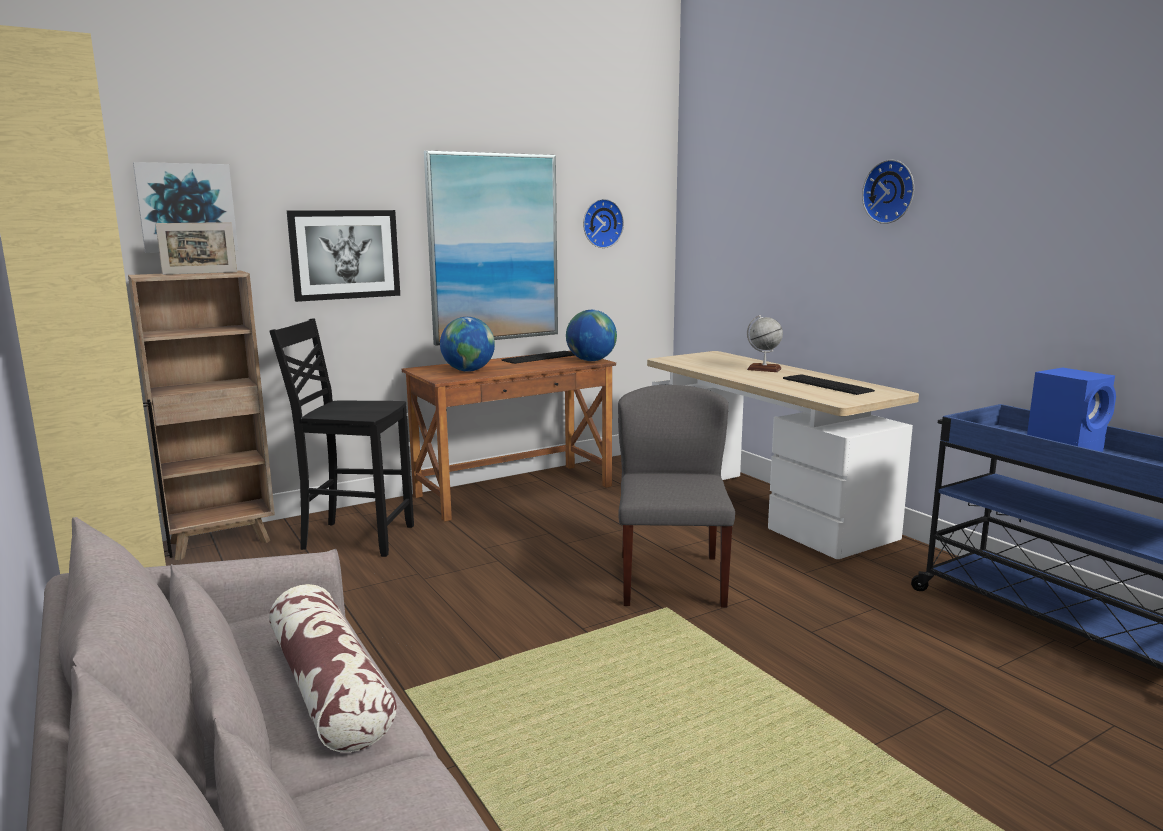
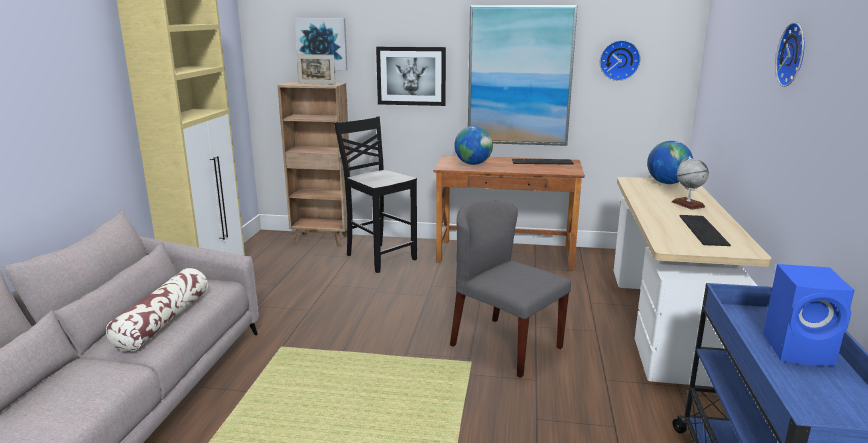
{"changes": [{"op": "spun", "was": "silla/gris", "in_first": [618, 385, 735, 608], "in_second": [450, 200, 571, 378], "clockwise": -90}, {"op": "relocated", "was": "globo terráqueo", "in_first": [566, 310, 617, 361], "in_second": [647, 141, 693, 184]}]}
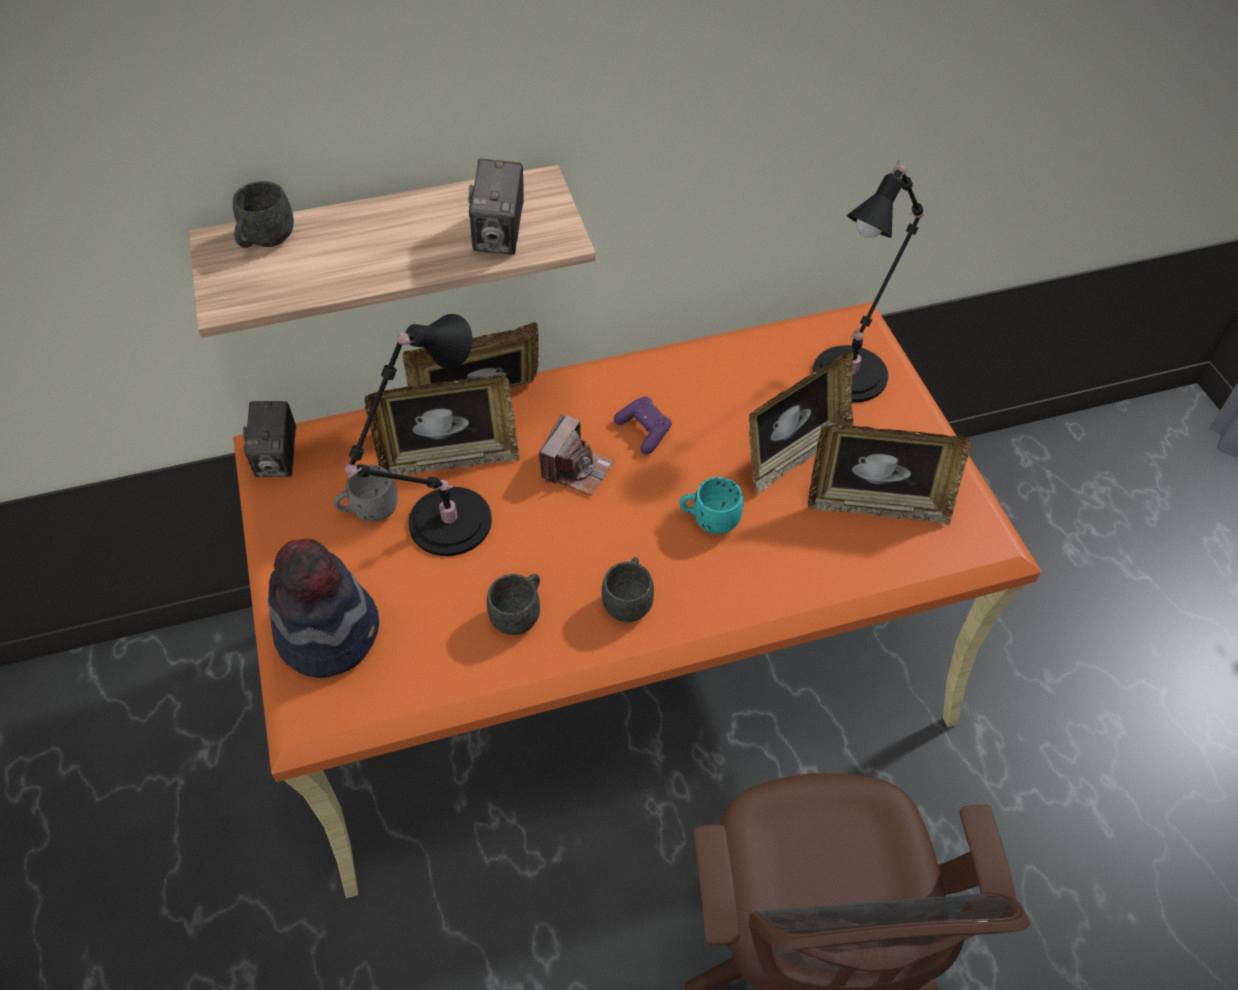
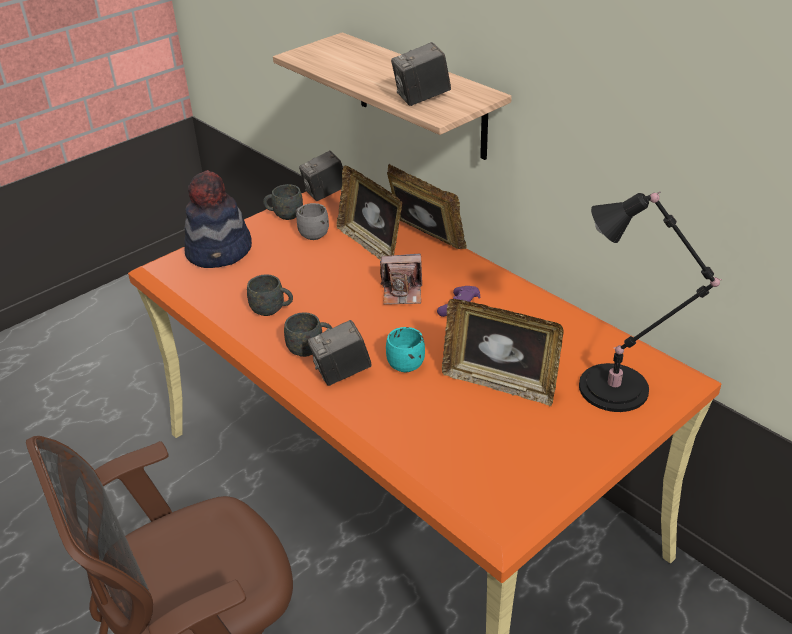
{"changes": [{"op": "relocated", "was": "taza grande/gris", "in_first": [232, 181, 294, 248], "in_second": [263, 184, 303, 220]}, {"op": "appeared", "now": "cámara", "in_second": [308, 320, 372, 386]}, {"op": "missing", "was": "lámpara de mesa/negro", "in_first": [345, 314, 492, 556]}, {"op": "missing", "was": "portarretratos", "in_first": [808, 425, 972, 525]}]}
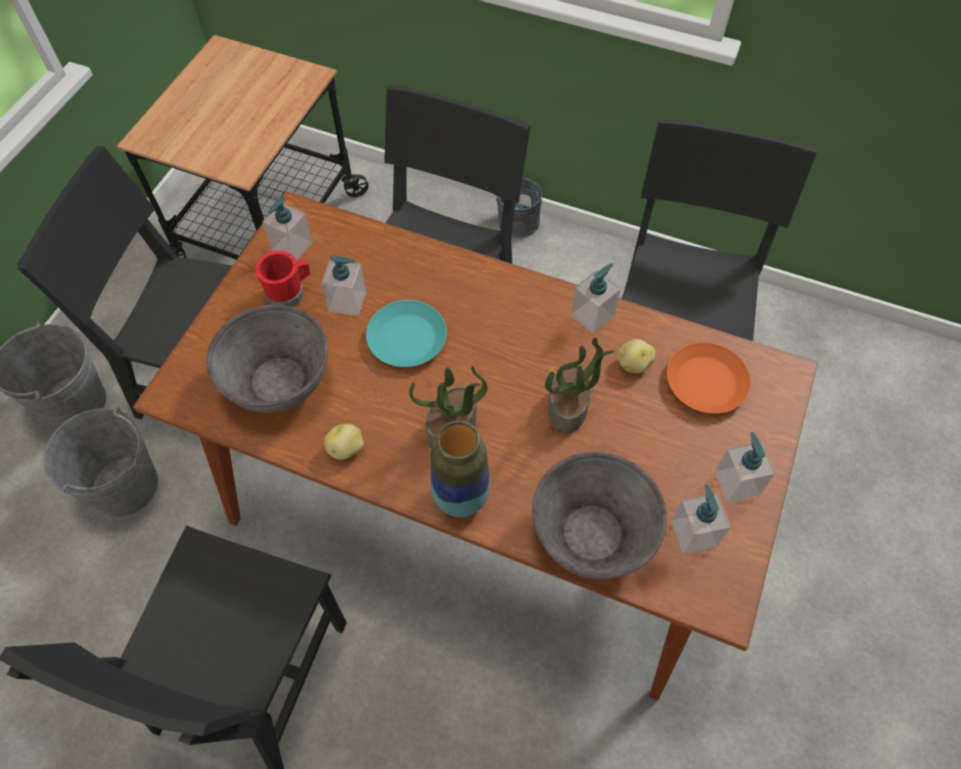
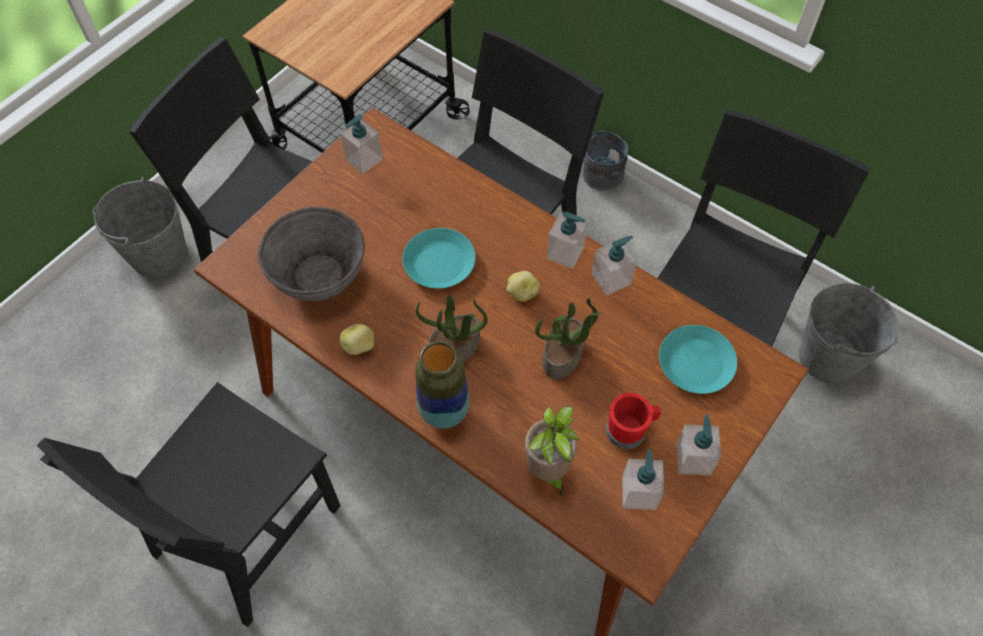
{"changes": [{"op": "relocated", "was": "patata", "in_first": [618, 339, 655, 373], "in_second": [507, 271, 540, 302]}, {"op": "exchanged", "was": "cuenco/gris", "now": "planta en maceta", "in_first": [532, 452, 667, 579], "in_second": [525, 406, 579, 495]}, {"op": "relocated", "was": "dispensador de jabón", "in_first": [321, 255, 366, 316], "in_second": [547, 211, 588, 269]}, {"op": "relocated", "was": "taza grande/rojo", "in_first": [255, 251, 310, 307], "in_second": [606, 393, 661, 449]}, {"op": "colour", "was": "plato/naranja", "now": "plato/turquesa", "in_first": [667, 342, 751, 414], "in_second": [659, 325, 737, 394]}, {"op": "relocated", "was": "cubo/gris", "in_first": [43, 407, 158, 517], "in_second": [799, 283, 899, 384]}]}
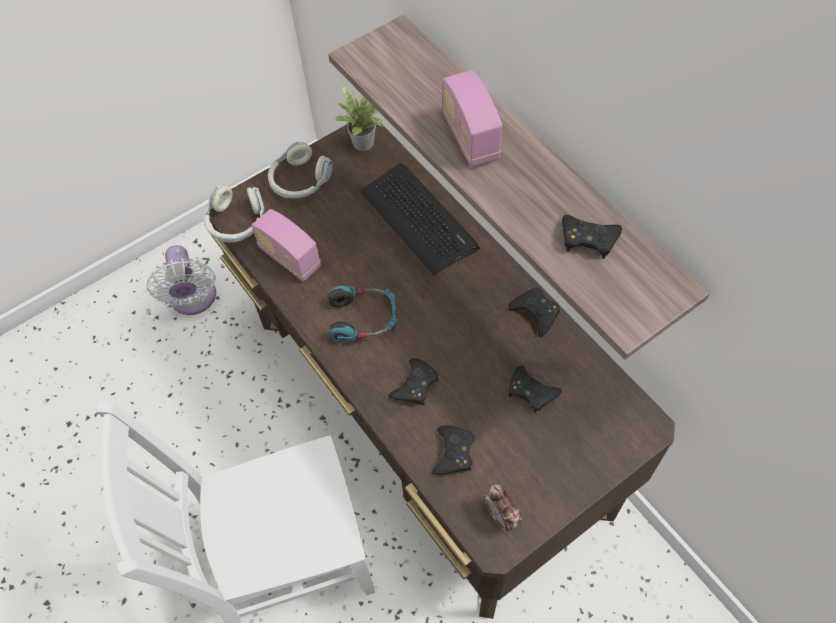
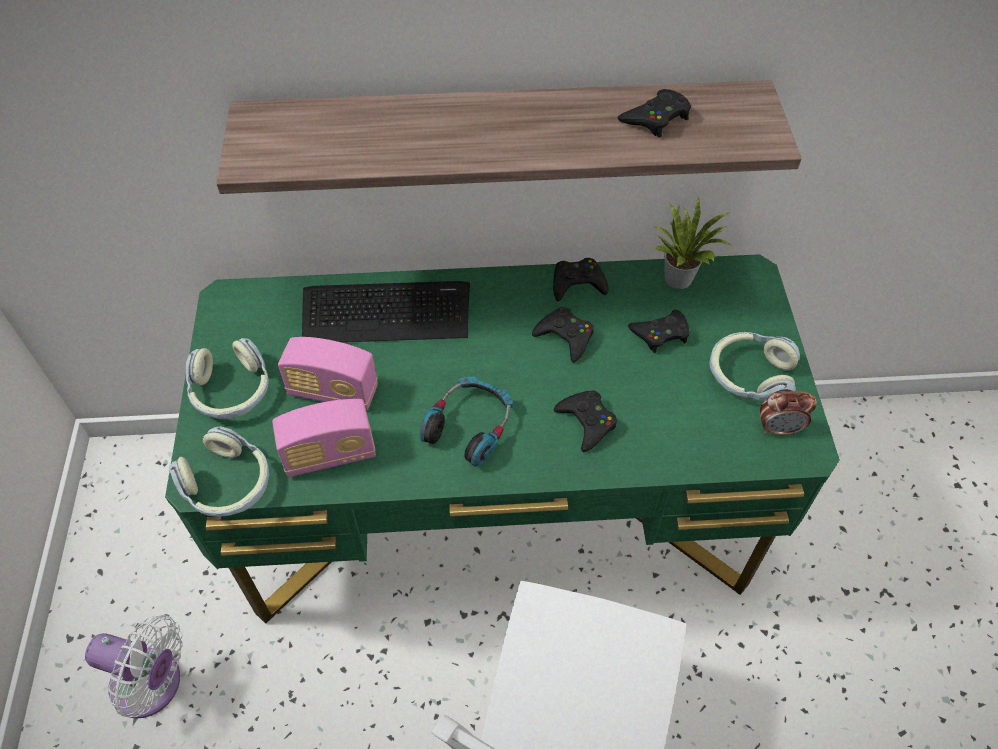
{"changes": [{"op": "colour", "was": "escritorio/marrón", "now": "escritorio/verde", "in_first": [209, 122, 675, 619], "in_second": [165, 254, 840, 623]}, {"op": "relocated", "was": "radio", "in_first": [442, 70, 502, 167], "in_second": [278, 337, 378, 411]}, {"op": "relocated", "was": "mando de consola/negro", "in_first": [432, 425, 475, 475], "in_second": [532, 307, 594, 363]}, {"op": "relocated", "was": "planta en maceta", "in_first": [334, 85, 385, 151], "in_second": [653, 196, 732, 289]}, {"op": "appeared", "now": "auriculares", "in_second": [710, 332, 800, 402]}]}
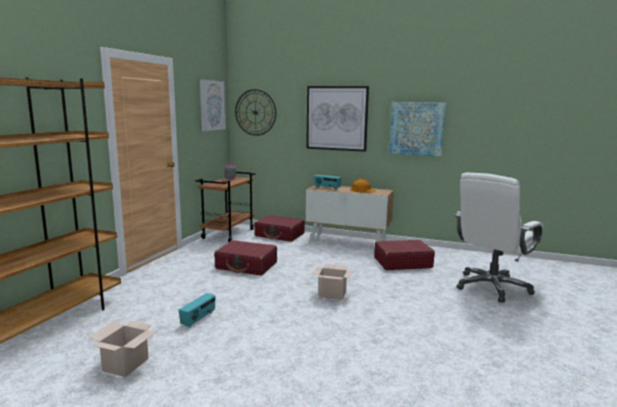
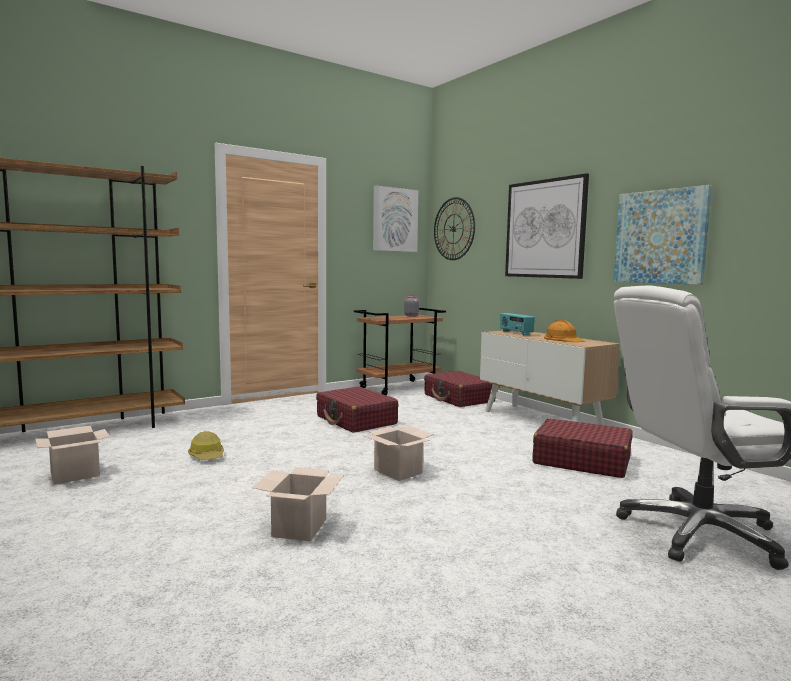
{"changes": [{"op": "exchanged", "was": "radio", "now": "casco", "in_first": [179, 293, 216, 328], "in_second": [188, 431, 224, 460]}, {"op": "appeared", "now": "caja de cartón", "in_second": [252, 467, 344, 542]}]}
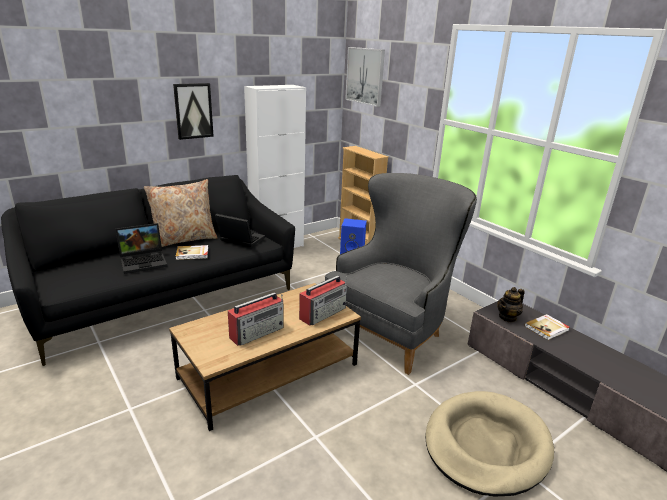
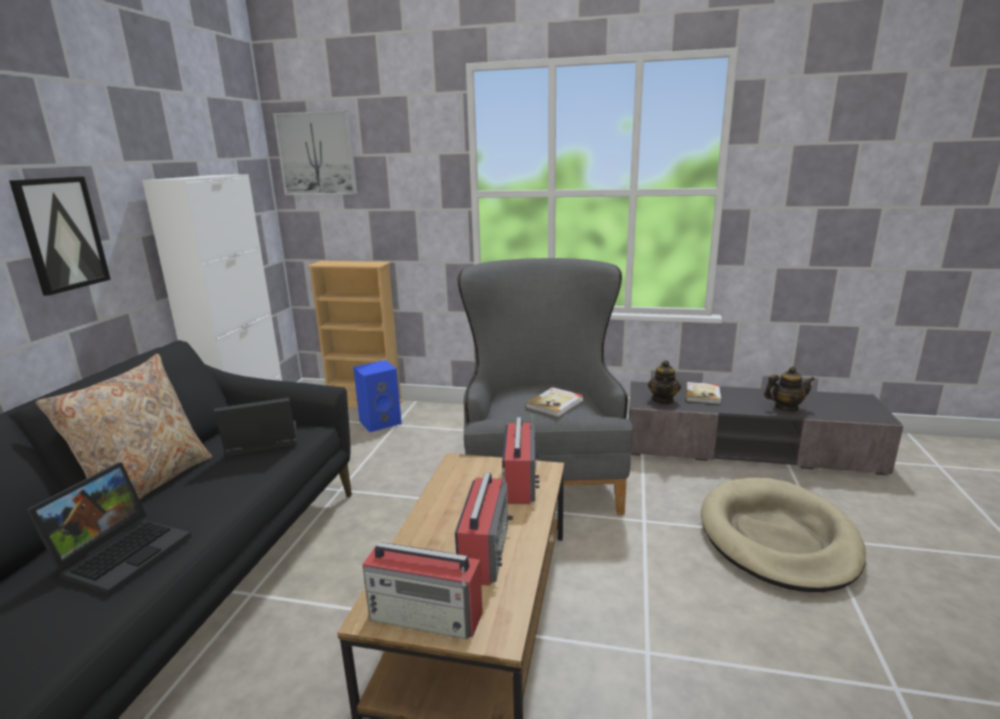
{"changes": [{"op": "appeared", "now": "radio", "in_second": [362, 542, 483, 639]}, {"op": "relocated", "was": "libro", "in_first": [175, 245, 208, 260], "in_second": [526, 387, 584, 417]}, {"op": "appeared", "now": "tetera", "in_second": [764, 367, 815, 412]}]}
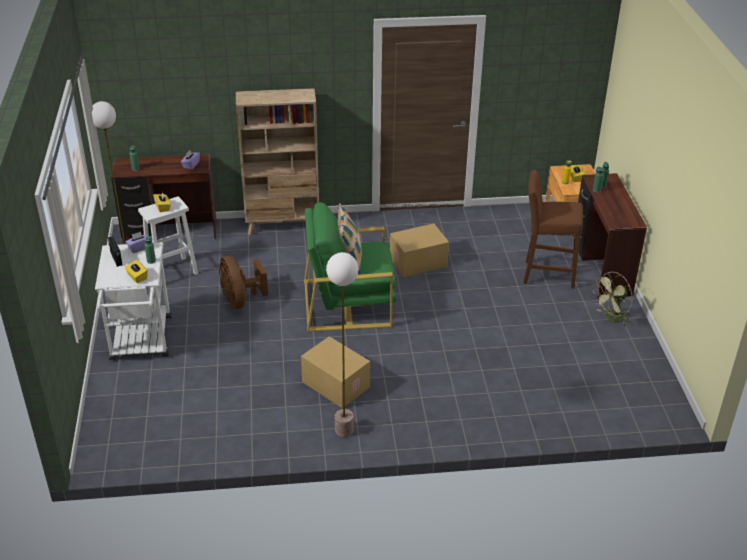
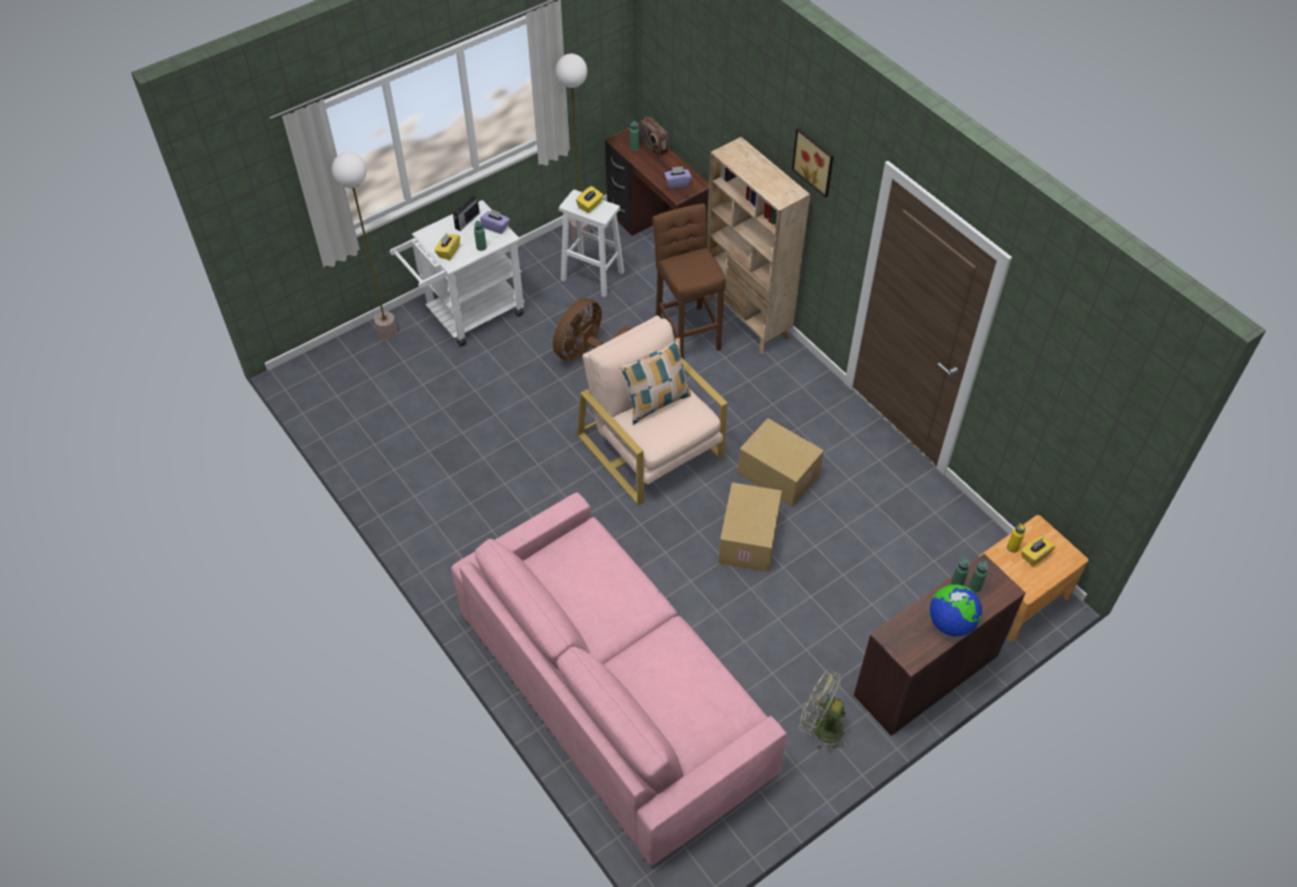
{"changes": [{"op": "relocated", "was": "lámpara de pie", "in_first": [326, 252, 358, 437], "in_second": [332, 152, 397, 340]}, {"op": "appeared", "now": "sofá/rosa", "in_second": [451, 492, 787, 866]}, {"op": "colour", "was": "sillón/verde", "now": "sillón/beis", "in_first": [304, 202, 396, 332], "in_second": [577, 315, 728, 506]}, {"op": "appeared", "now": "radio", "in_second": [639, 117, 668, 156]}, {"op": "relocated", "was": "taburete/marrón", "in_first": [523, 170, 583, 288], "in_second": [652, 203, 726, 358]}, {"op": "relocated", "was": "caja de cartón", "in_first": [301, 336, 370, 408], "in_second": [718, 482, 782, 572]}, {"op": "appeared", "now": "cuadro", "in_second": [792, 128, 834, 198]}, {"op": "appeared", "now": "globo terráqueo", "in_second": [929, 585, 982, 636]}]}
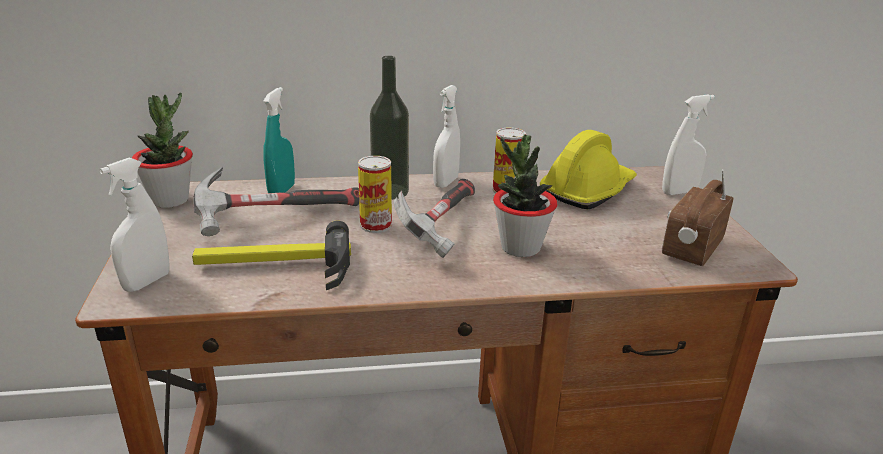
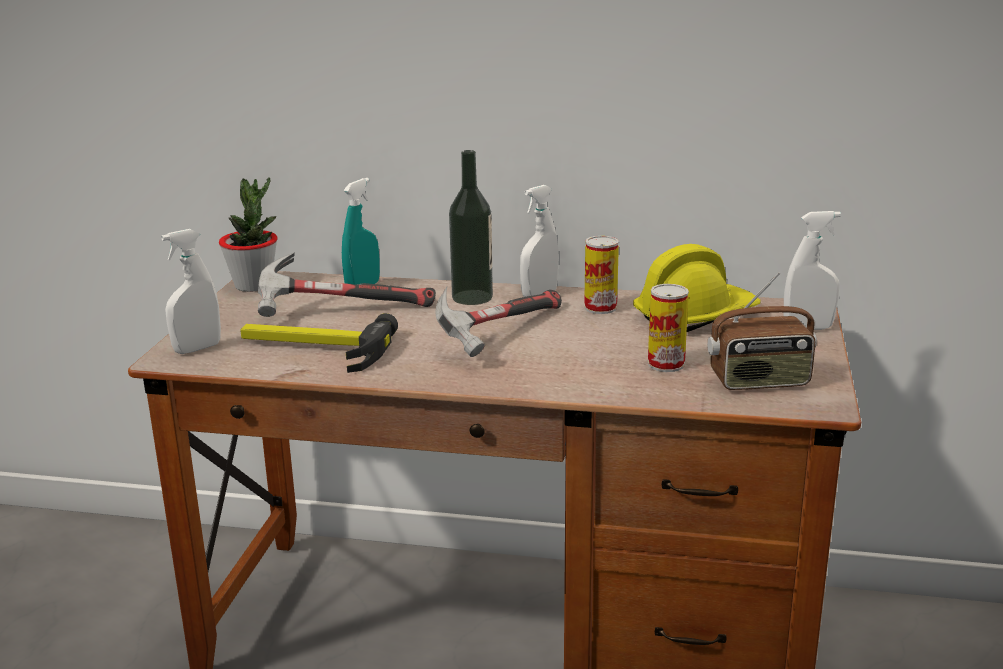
{"changes": [{"op": "relocated", "was": "lata", "in_first": [358, 156, 392, 233], "in_second": [648, 284, 689, 372]}, {"op": "spun", "was": "radio", "in_first": [662, 169, 733, 266], "in_second": [707, 272, 817, 390], "clockwise": -150}, {"op": "missing", "was": "planta en maceta", "in_first": [493, 135, 557, 257]}]}
